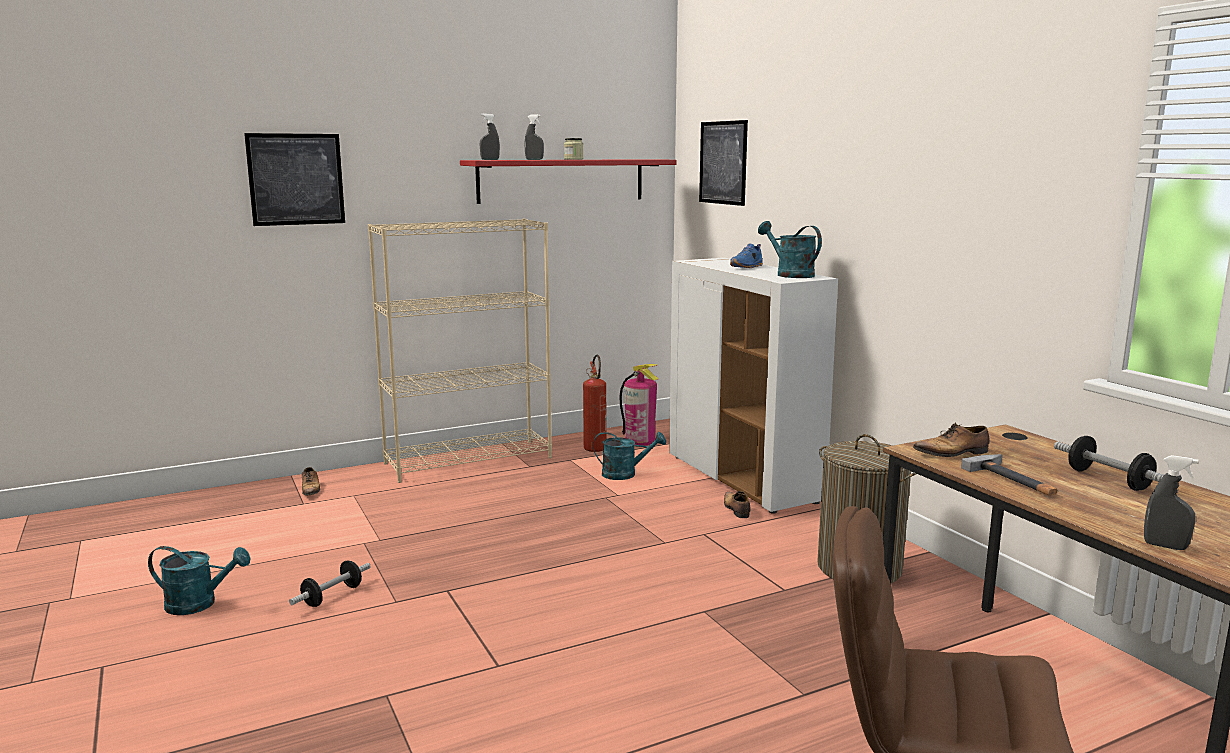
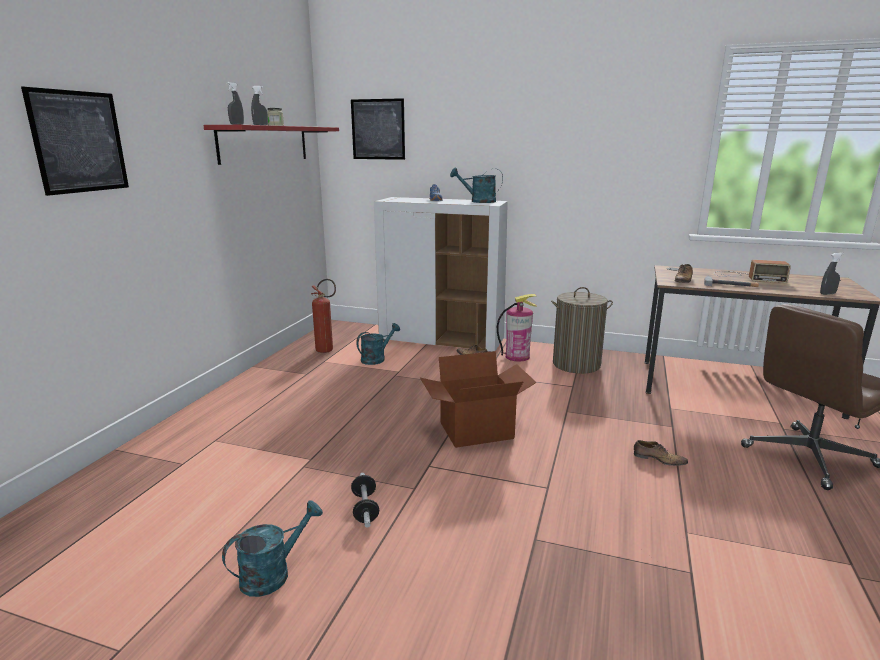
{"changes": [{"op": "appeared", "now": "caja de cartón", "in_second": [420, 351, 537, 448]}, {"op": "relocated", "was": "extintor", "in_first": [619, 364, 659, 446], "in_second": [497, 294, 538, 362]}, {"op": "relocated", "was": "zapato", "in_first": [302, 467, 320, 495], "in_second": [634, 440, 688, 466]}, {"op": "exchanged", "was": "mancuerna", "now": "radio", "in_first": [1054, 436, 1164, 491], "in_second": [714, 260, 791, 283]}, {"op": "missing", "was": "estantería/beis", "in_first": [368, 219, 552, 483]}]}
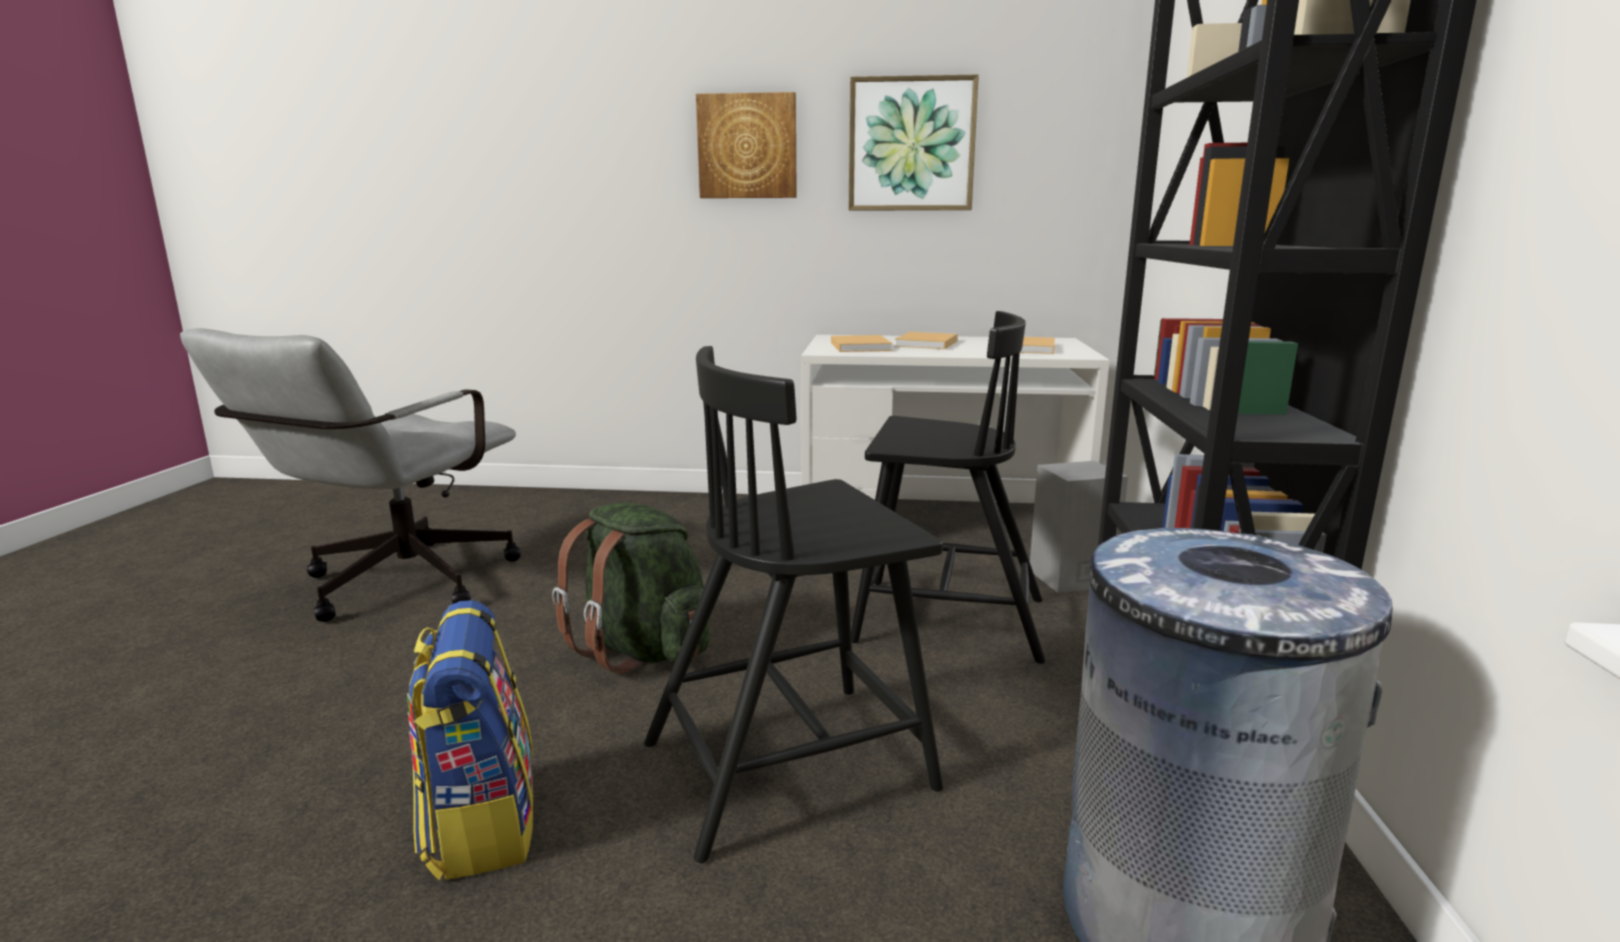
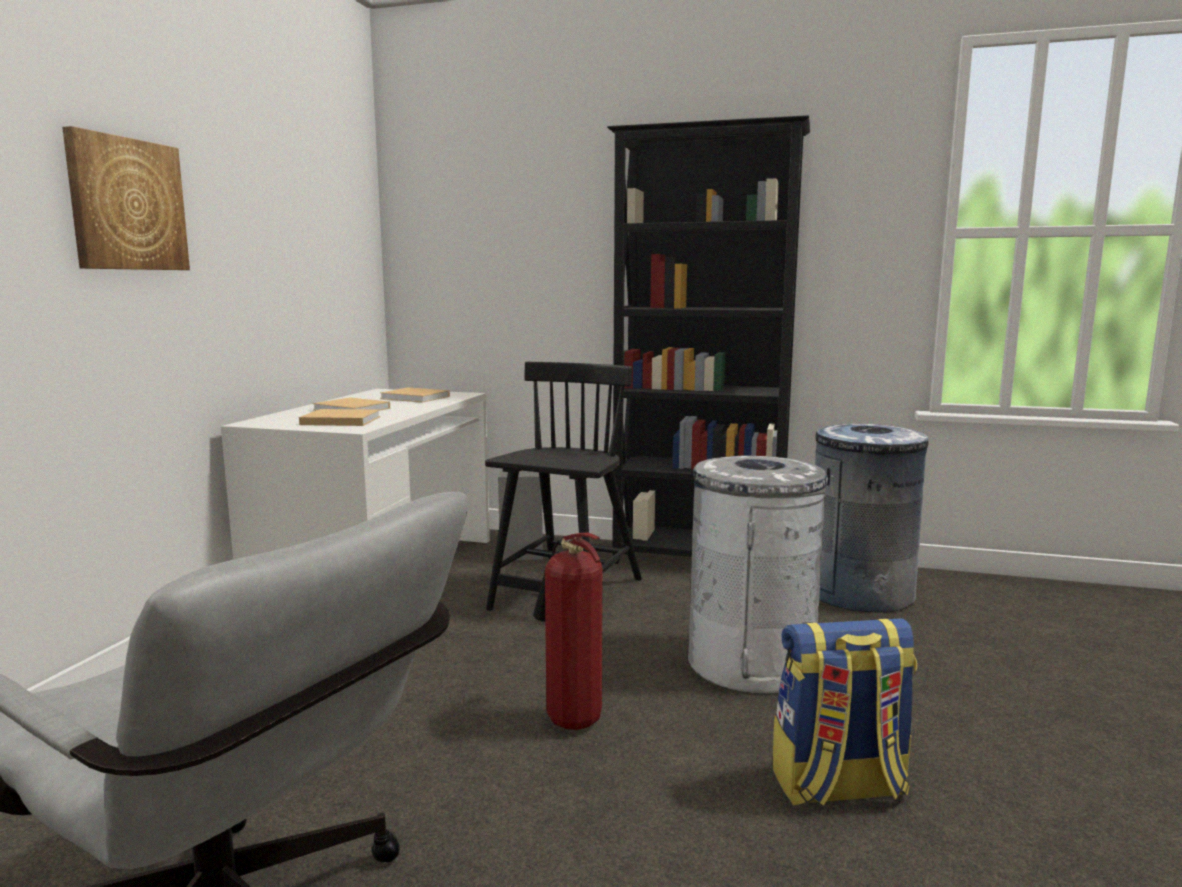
{"changes": [{"op": "exchanged", "was": "mochila/verde", "now": "extintor", "in_first": [552, 503, 710, 674], "in_second": [533, 532, 603, 730]}, {"op": "exchanged", "was": "silla/negro", "now": "papelera/gris", "in_first": [644, 346, 943, 863], "in_second": [688, 456, 834, 694]}, {"op": "missing", "was": "cuadro", "in_first": [849, 75, 979, 210]}]}
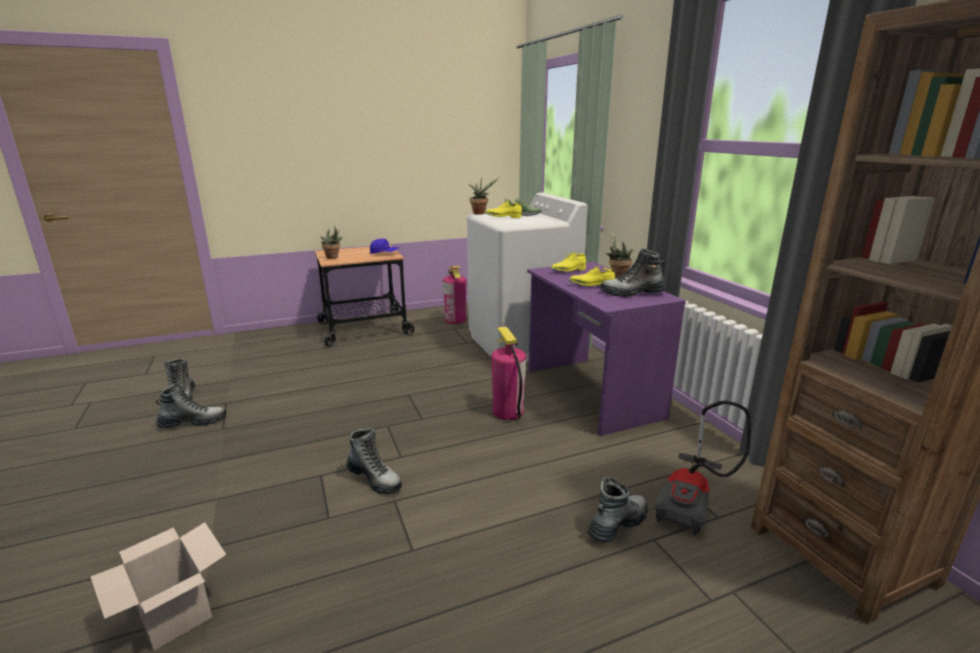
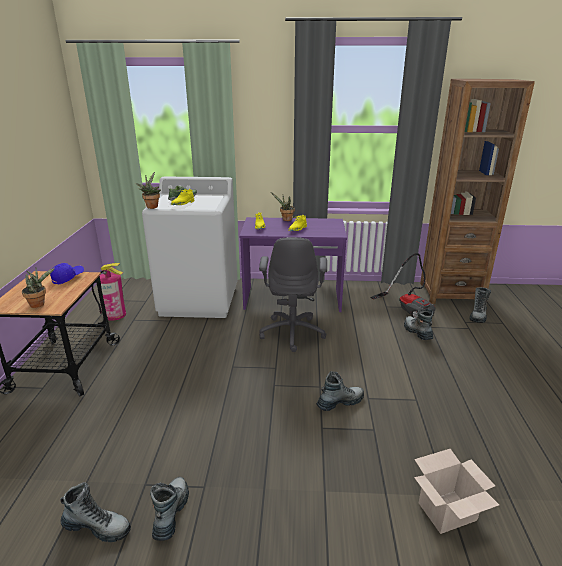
{"changes": [{"op": "exchanged", "was": "extintor", "now": "silla de oficina/gris", "in_first": [491, 326, 527, 420], "in_second": [259, 237, 327, 352]}, {"op": "relocated", "was": "bota", "in_first": [601, 249, 667, 297], "in_second": [470, 287, 491, 323]}]}
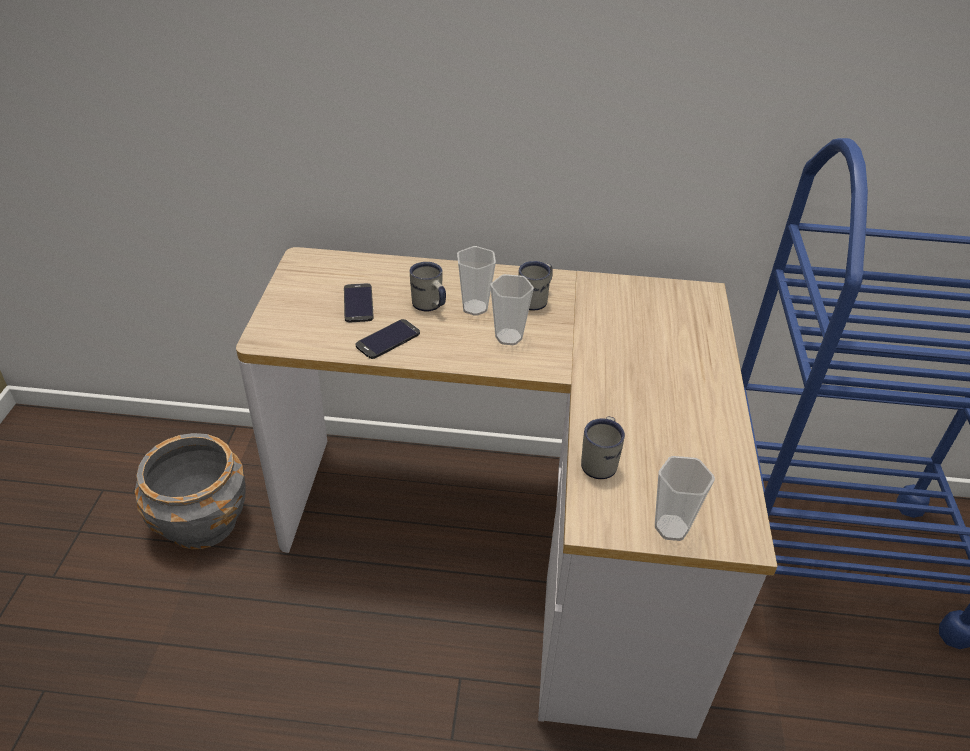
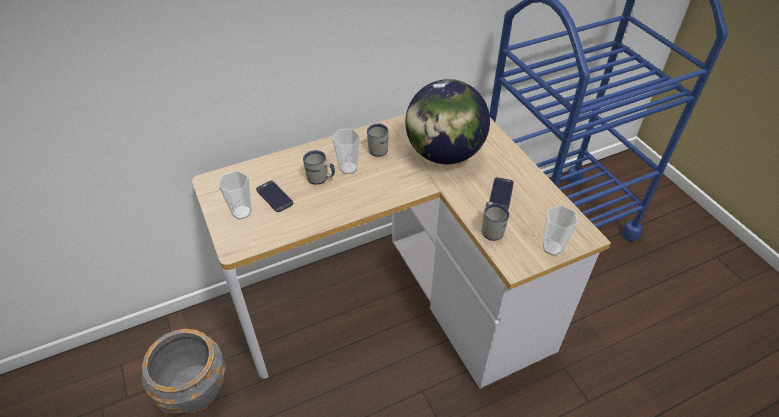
{"changes": [{"op": "relocated", "was": "taza", "in_first": [490, 274, 534, 345], "in_second": [218, 171, 251, 220]}, {"op": "appeared", "now": "globo terráqueo", "in_second": [405, 79, 490, 164]}, {"op": "relocated", "was": "móvil", "in_first": [356, 319, 420, 359], "in_second": [489, 177, 514, 209]}]}
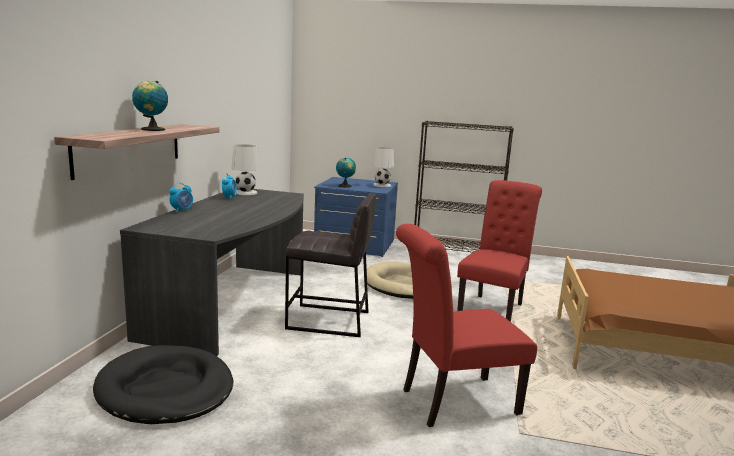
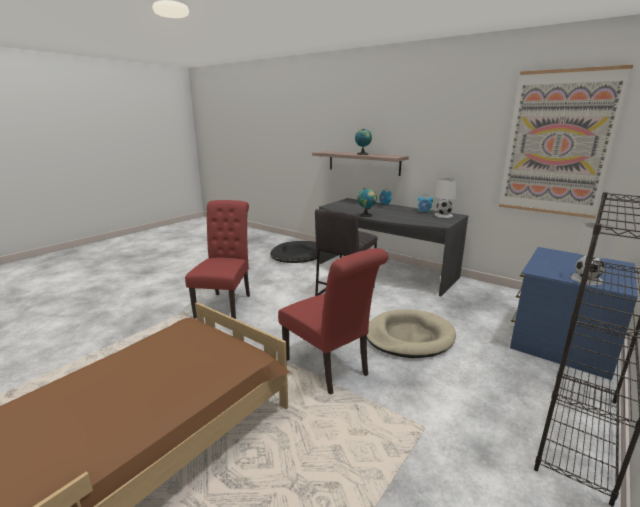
{"changes": [{"op": "relocated", "was": "globo terráqueo", "in_first": [336, 157, 356, 188], "in_second": [358, 188, 377, 217]}, {"op": "appeared", "now": "cuadro", "in_second": [499, 65, 633, 219]}]}
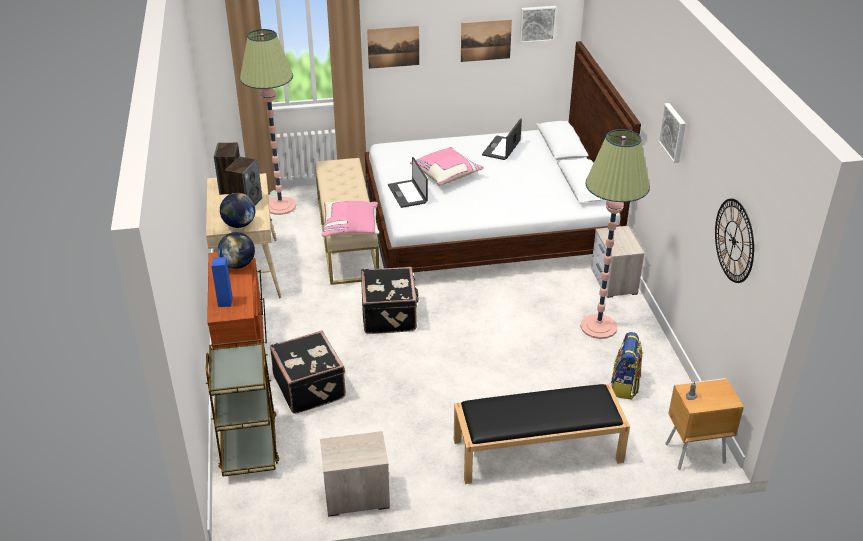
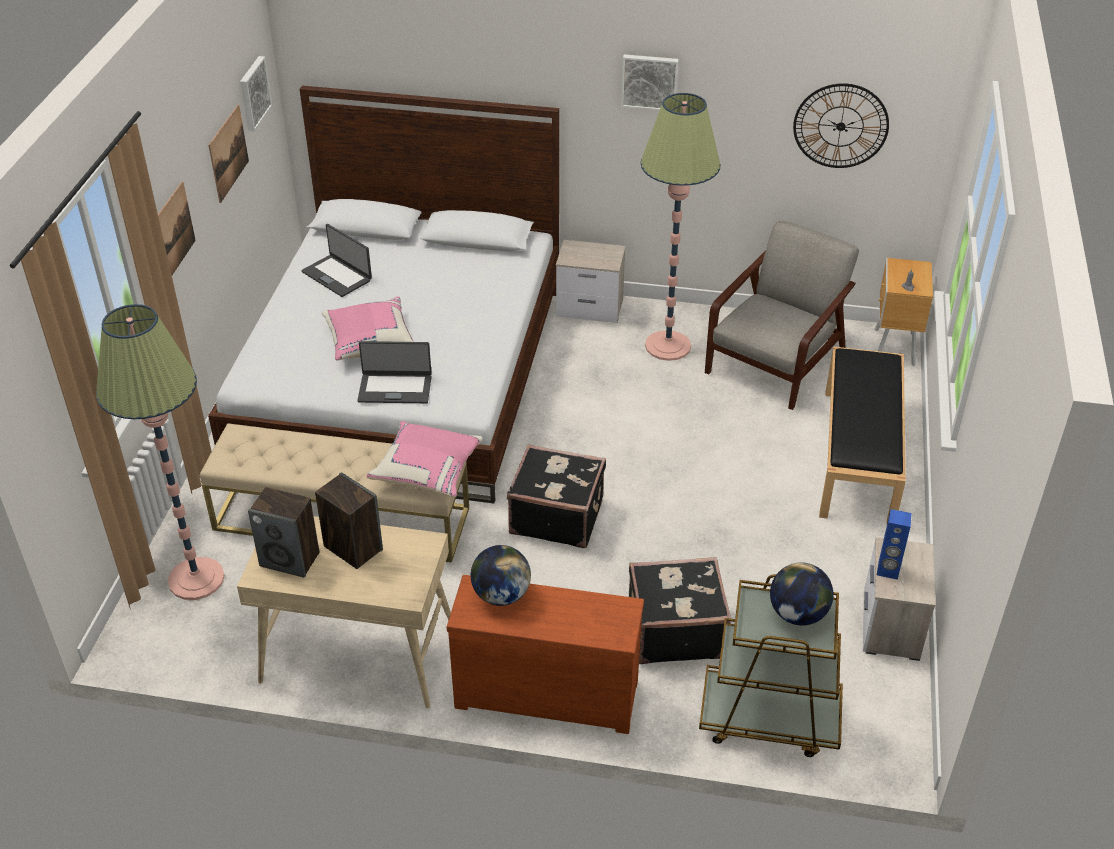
{"changes": [{"op": "exchanged", "was": "mochila", "now": "sillón/gris", "in_first": [611, 332, 643, 399], "in_second": [705, 221, 859, 410]}, {"op": "relocated", "was": "globo terráqueo", "in_first": [220, 193, 256, 228], "in_second": [770, 562, 833, 625]}, {"op": "relocated", "was": "altavoz/azul", "in_first": [212, 257, 233, 307], "in_second": [877, 509, 912, 580]}]}
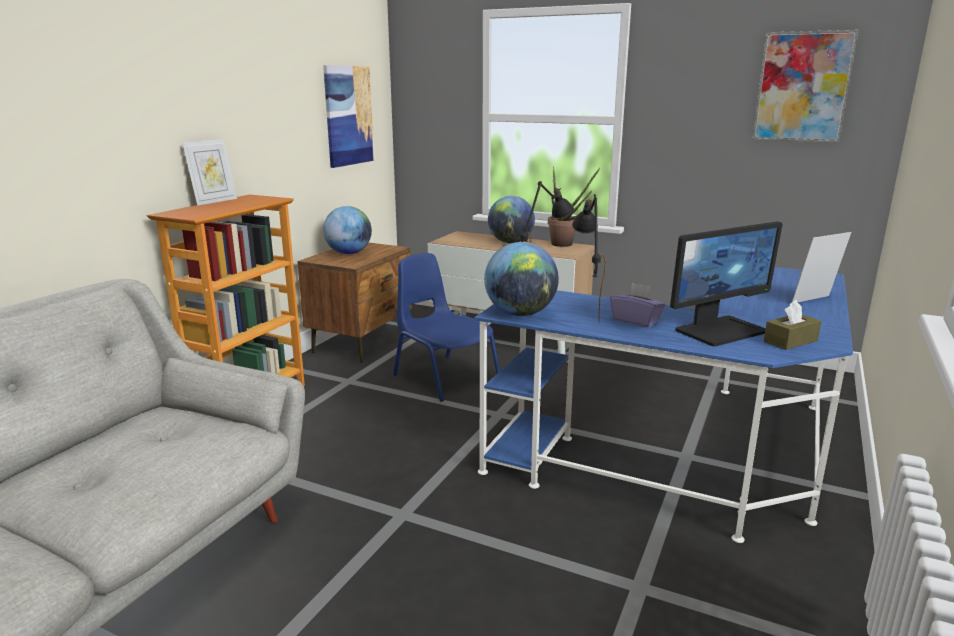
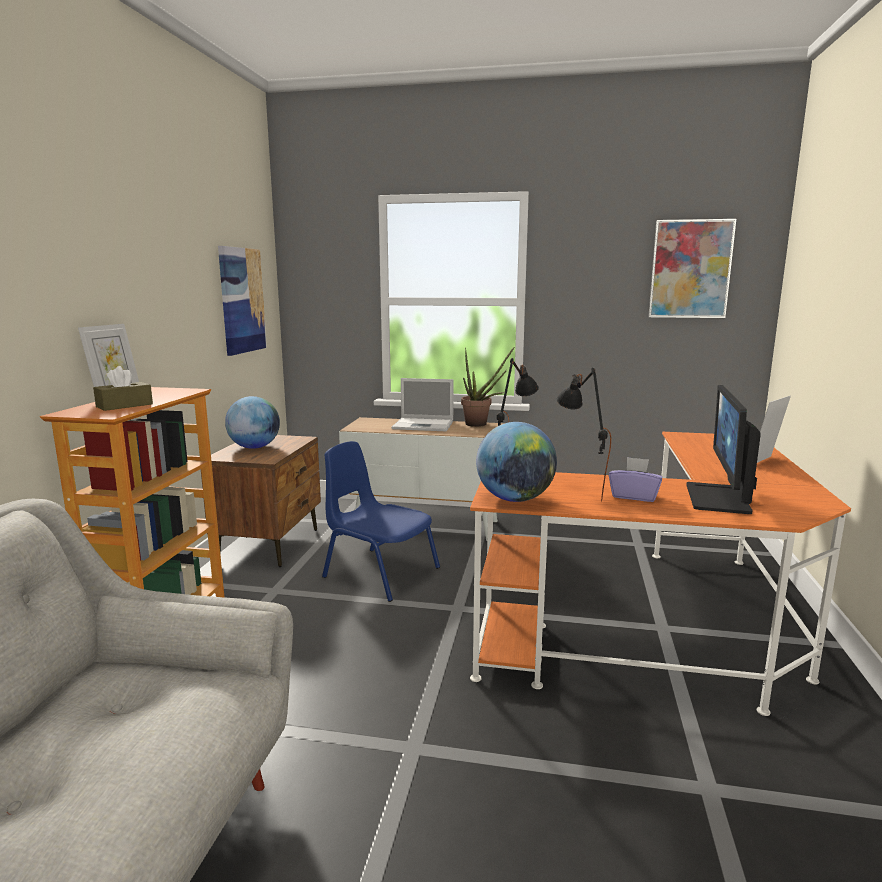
{"changes": [{"op": "relocated", "was": "caja de pañuelos/marrón", "in_first": [764, 300, 821, 350], "in_second": [93, 366, 153, 411]}, {"op": "exchanged", "was": "globo terráqueo", "now": "portátil", "in_first": [488, 196, 535, 243], "in_second": [392, 378, 454, 431]}, {"op": "colour", "was": "escritorio/azul", "now": "escritorio/naranja", "in_first": [475, 267, 853, 543], "in_second": [470, 432, 851, 716]}, {"op": "spun", "was": "monitor", "in_first": [670, 221, 783, 346], "in_second": [686, 385, 761, 514], "clockwise": 150}]}
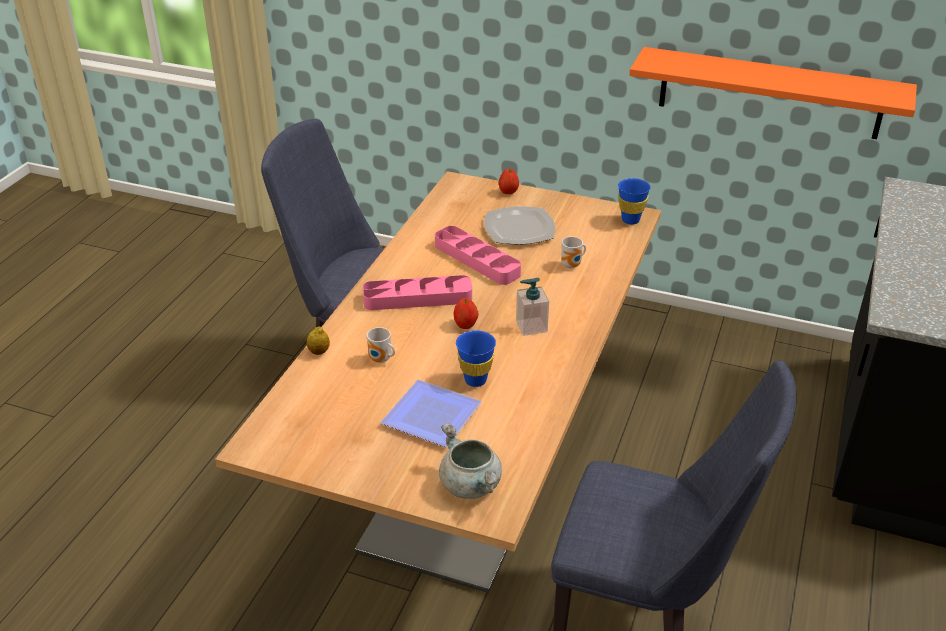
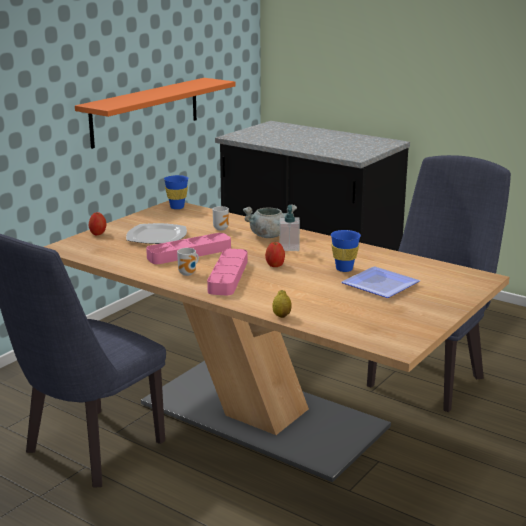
{"changes": [{"op": "relocated", "was": "taza grande", "in_first": [367, 327, 395, 363], "in_second": [177, 248, 199, 276]}, {"op": "relocated", "was": "olla/gris", "in_first": [439, 423, 502, 499], "in_second": [243, 205, 297, 238]}]}
